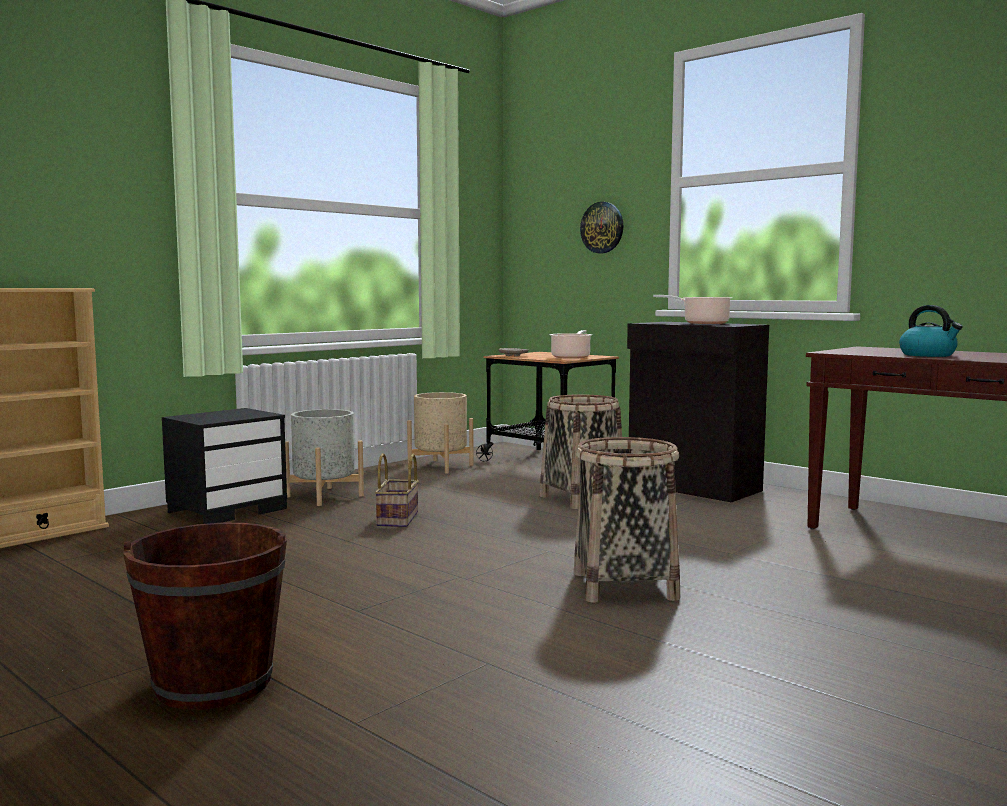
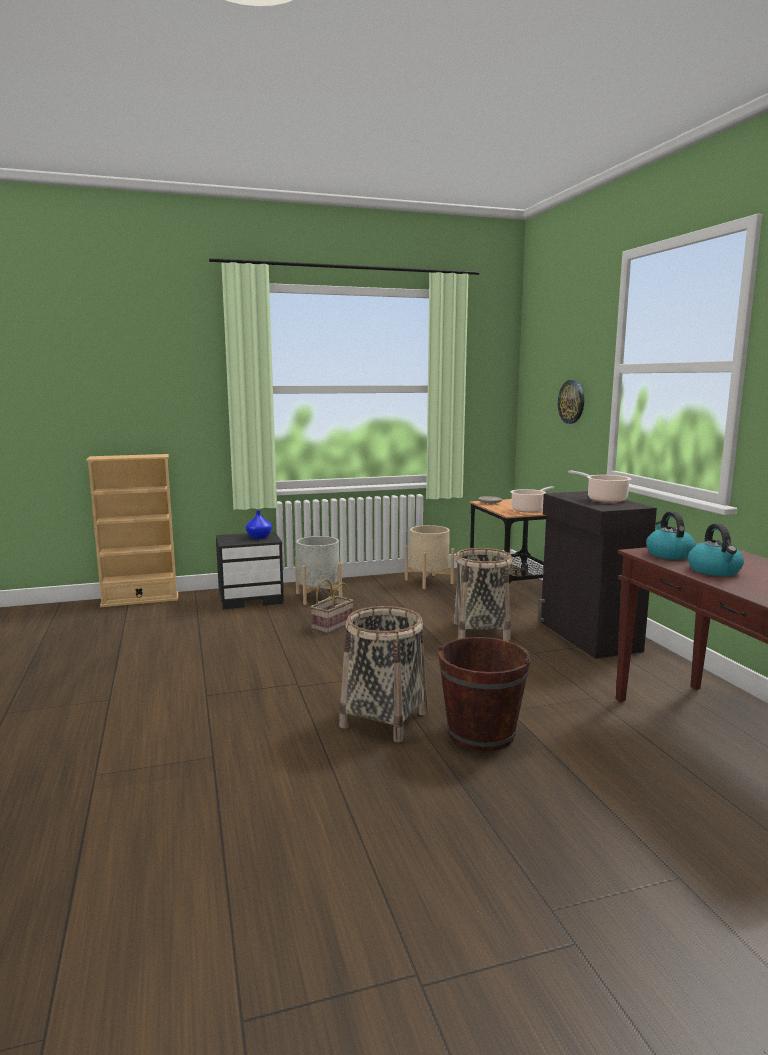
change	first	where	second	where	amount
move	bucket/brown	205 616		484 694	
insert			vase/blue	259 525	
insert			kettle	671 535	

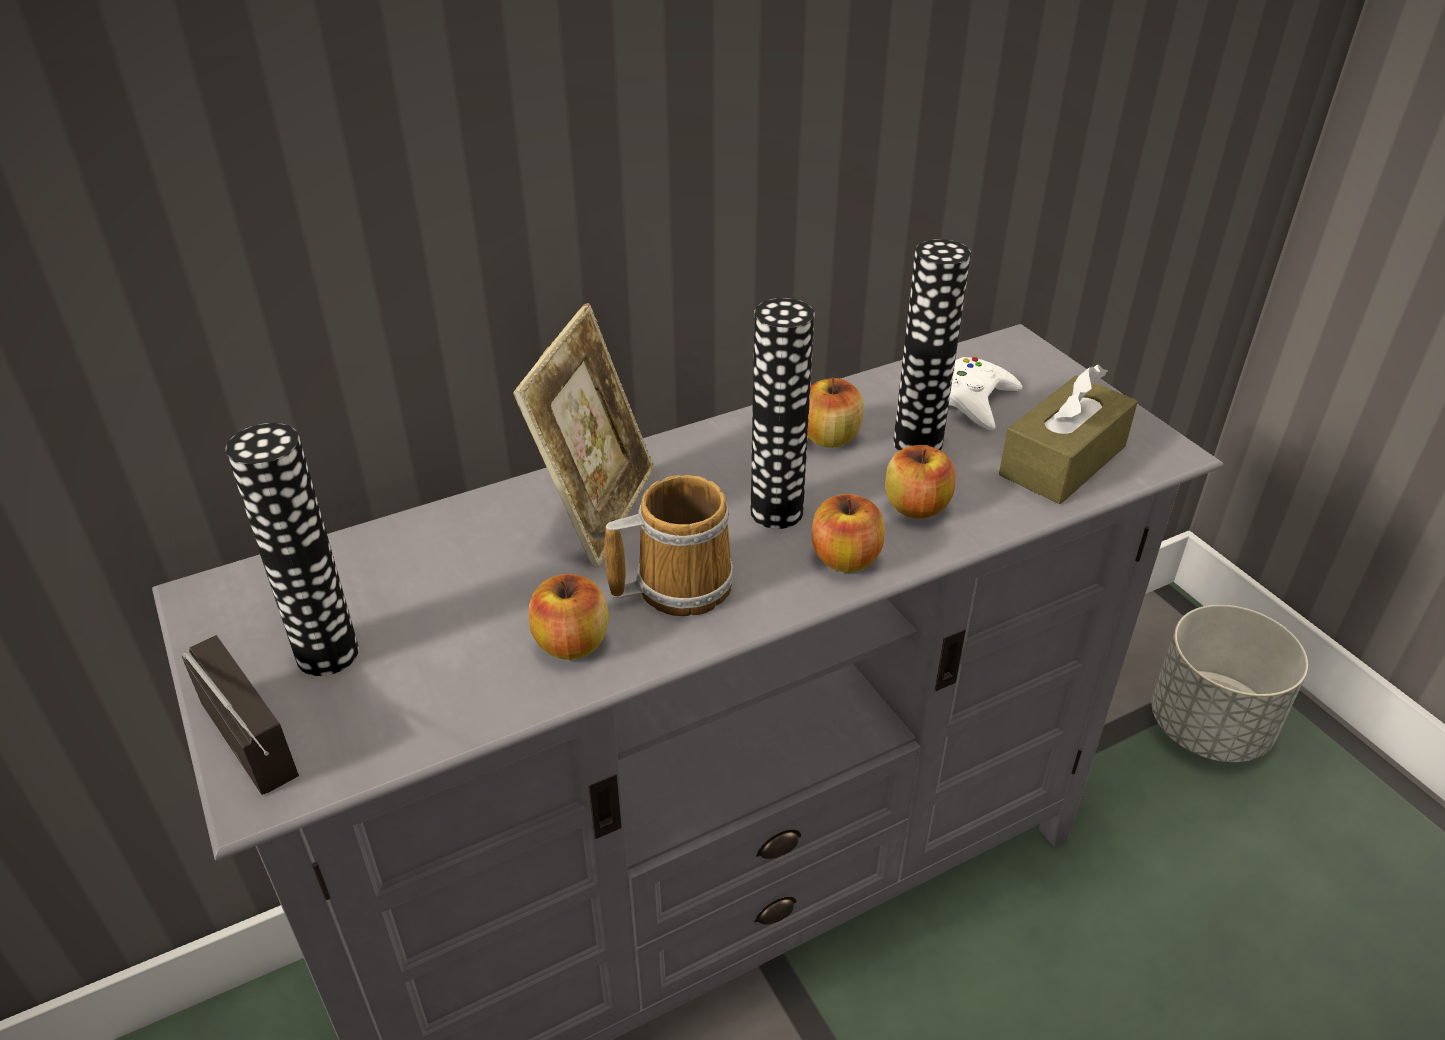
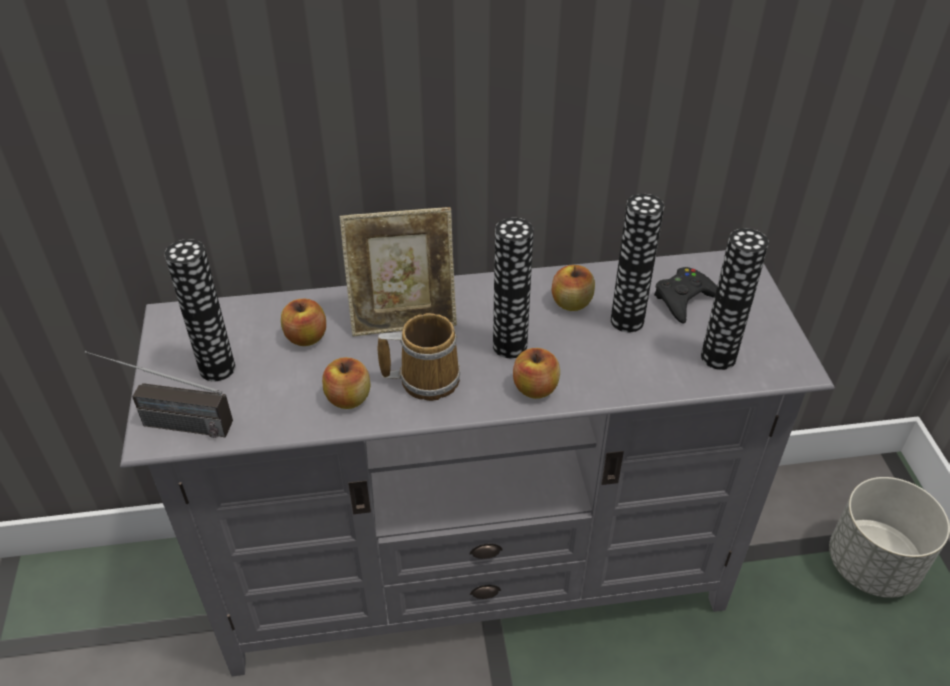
change	first	where	second	where	amount
rotate	radio	240 715		159 394	120 degrees clockwise
rotate	picture frame	583 435		398 271	45 degrees clockwise
move	apple	920 482		303 322	
recolor	game controller/white	985 393	game controller/black	685 295	
replace	tissue box/brown	1068 434	vase	735 299	

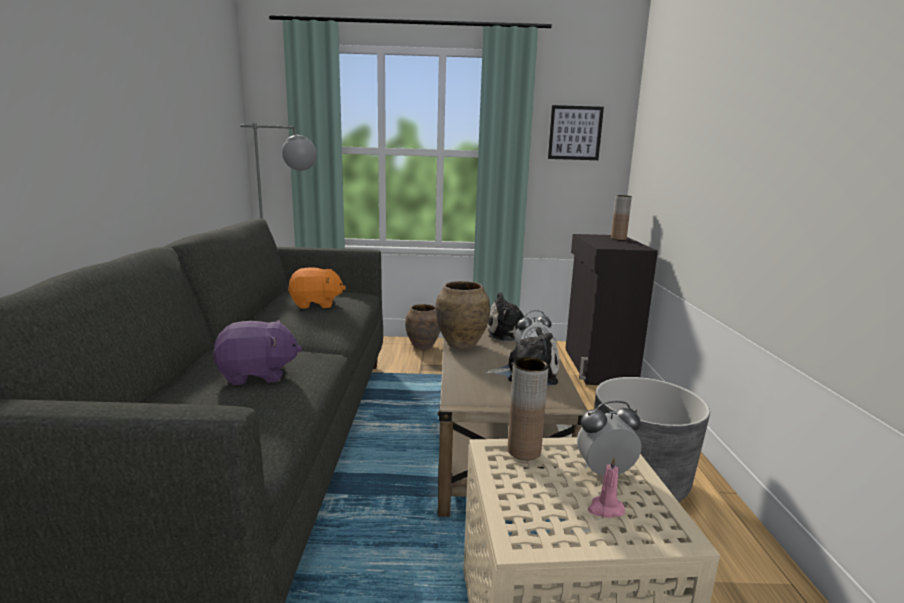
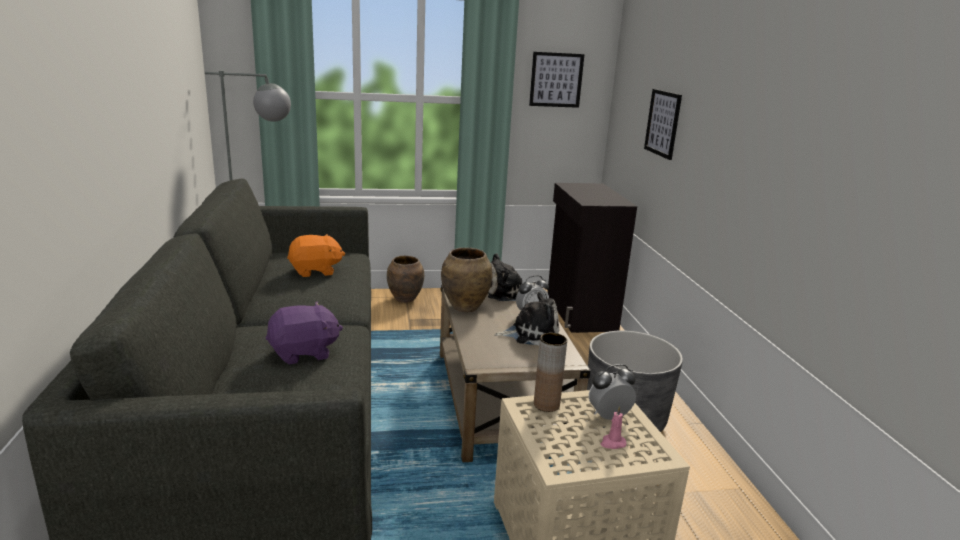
change	first	where	second	where	amount
delete	vase/brown	621 217			
insert			picture	663 124	

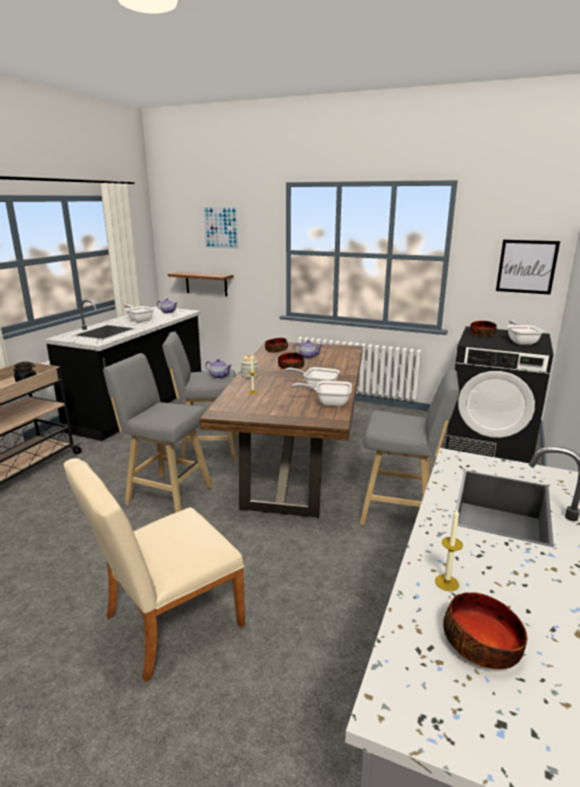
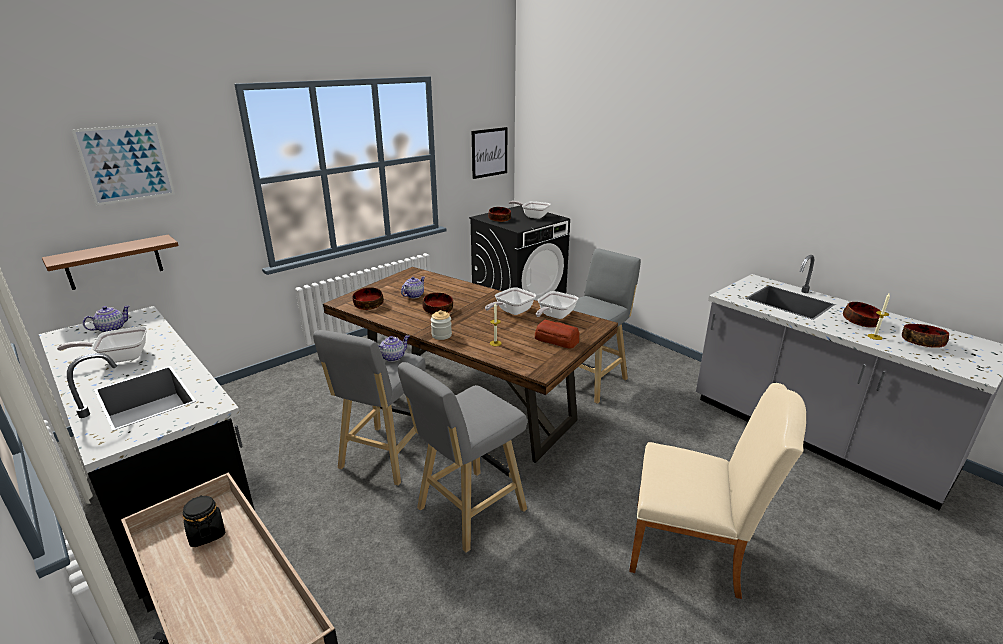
change	first	where	second	where	amount
rotate	chair/beige	154 570		717 491	60 degrees counterclockwise
insert			bread	557 334	
insert			bowl	862 315	

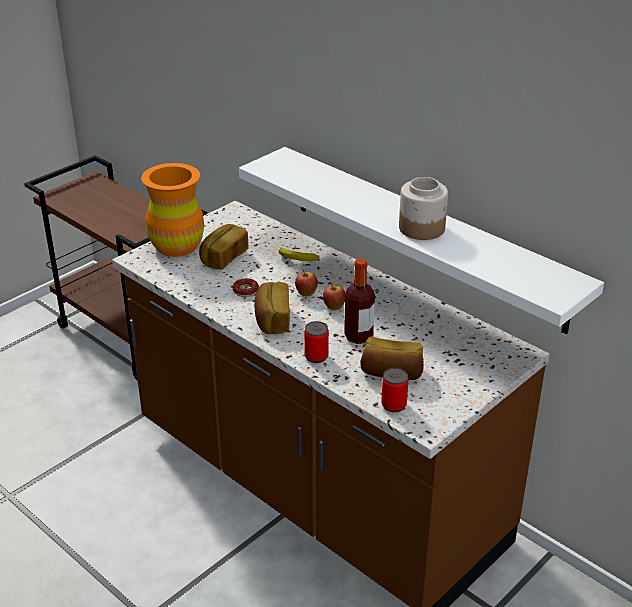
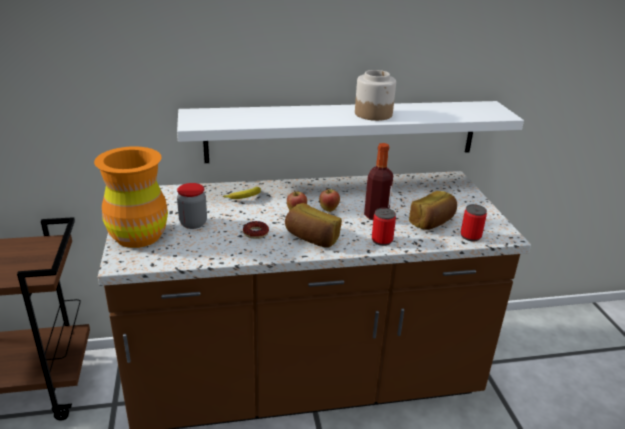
change	first	where	second	where	amount
replace	bread	224 247	jar	192 206	

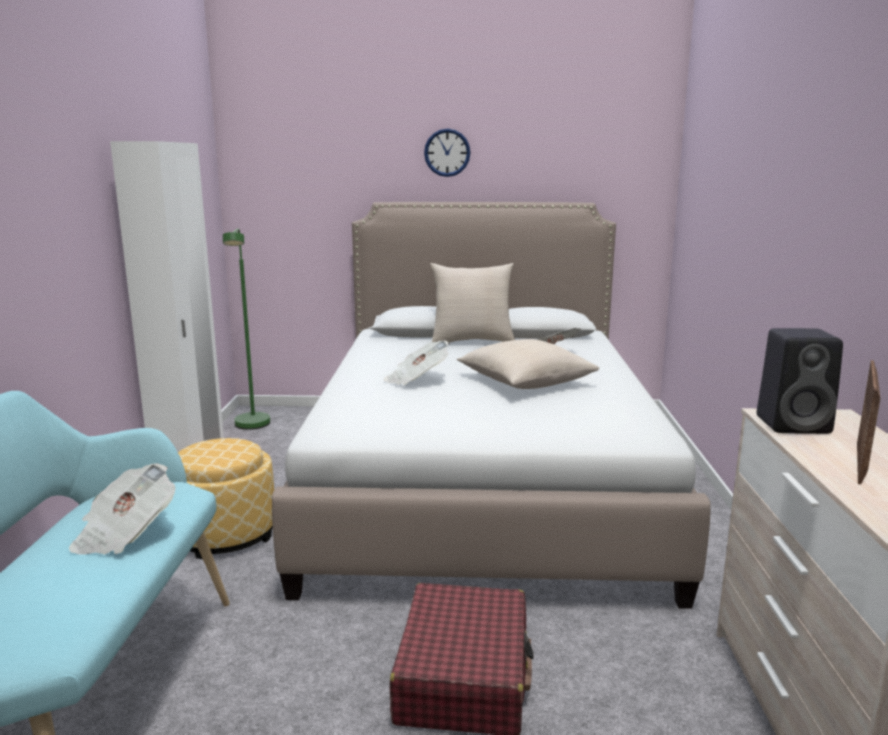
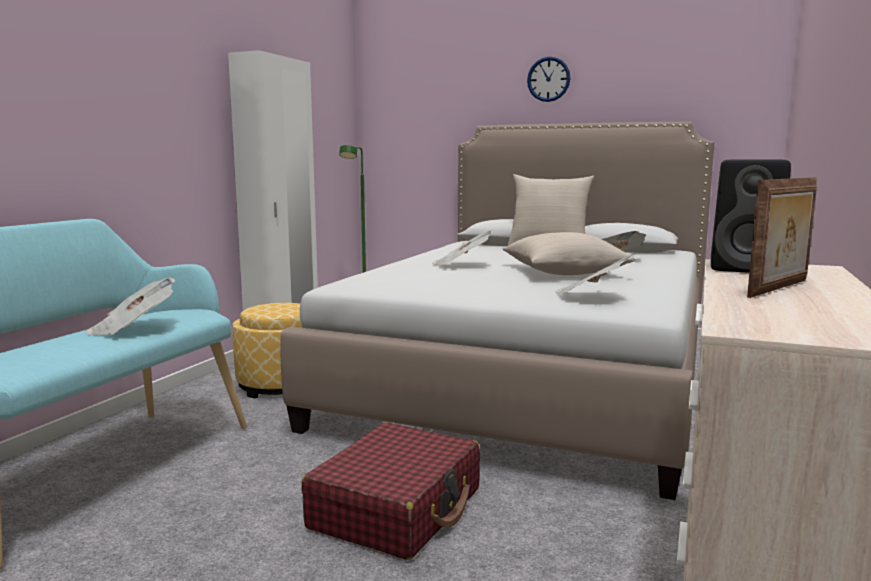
change	first	where	second	where	amount
insert			newspaper	594 275	

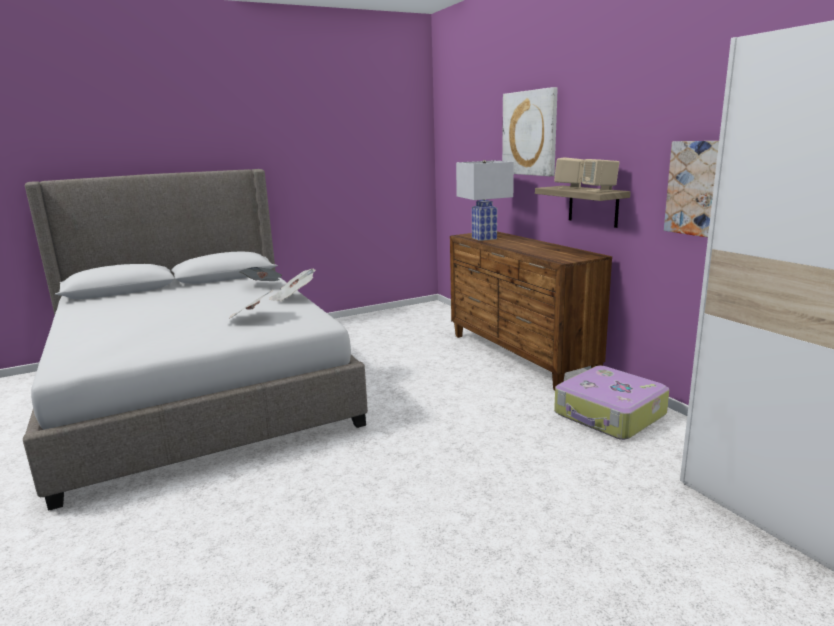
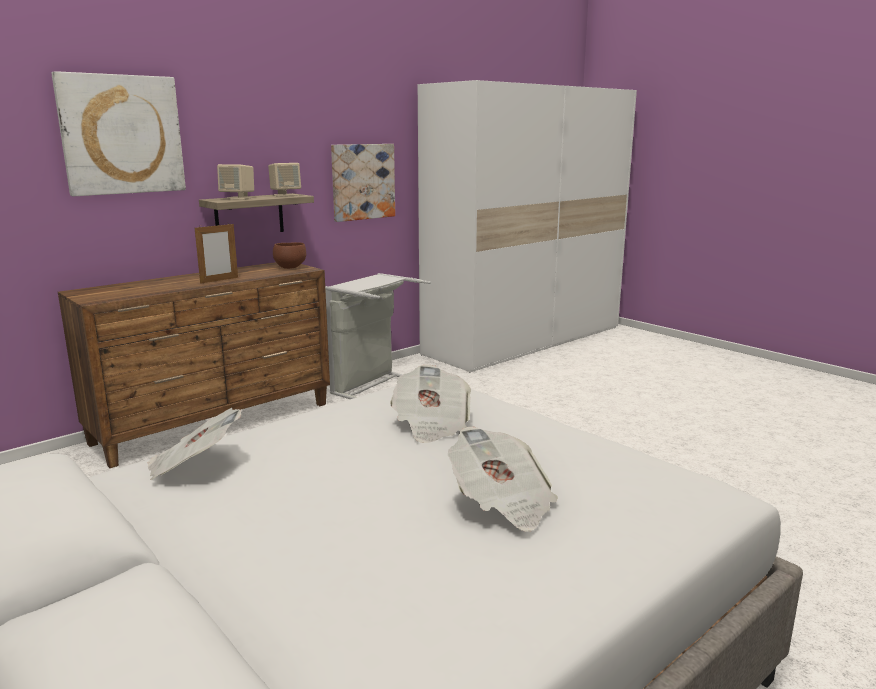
change	first	where	second	where	amount
move	newspaper	292 285		503 479	
delete	table lamp/white	485 200			
replace	suitcase	611 403	laundry basket/grey	378 336	
insert			picture frame	216 253	
insert			bowl/brown	289 255	

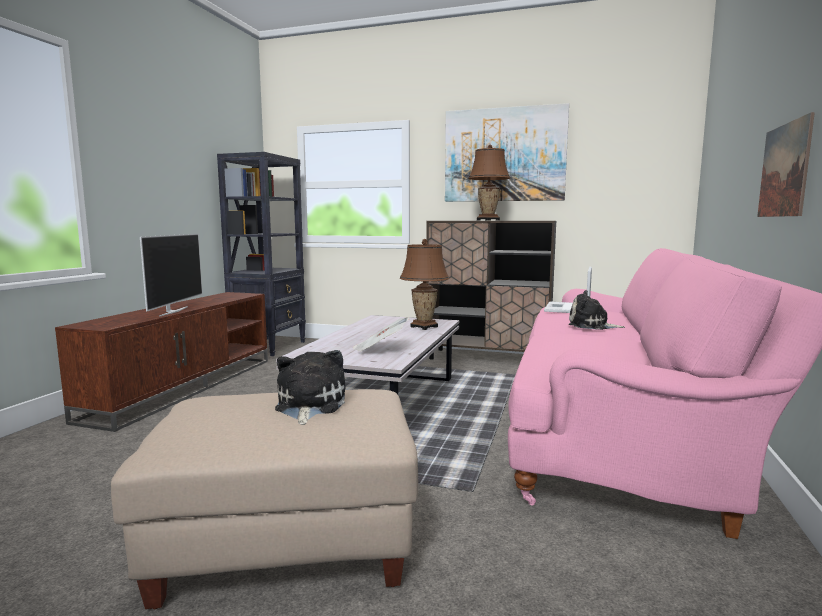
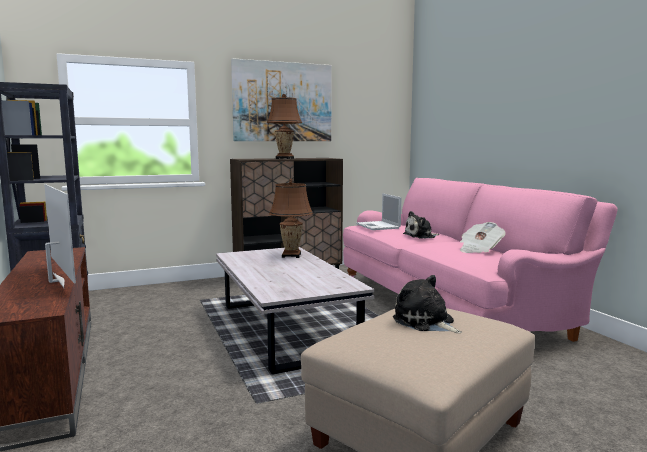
change	first	where	second	where	amount
move	newspaper	381 334		483 237	
delete	picture	786 164			

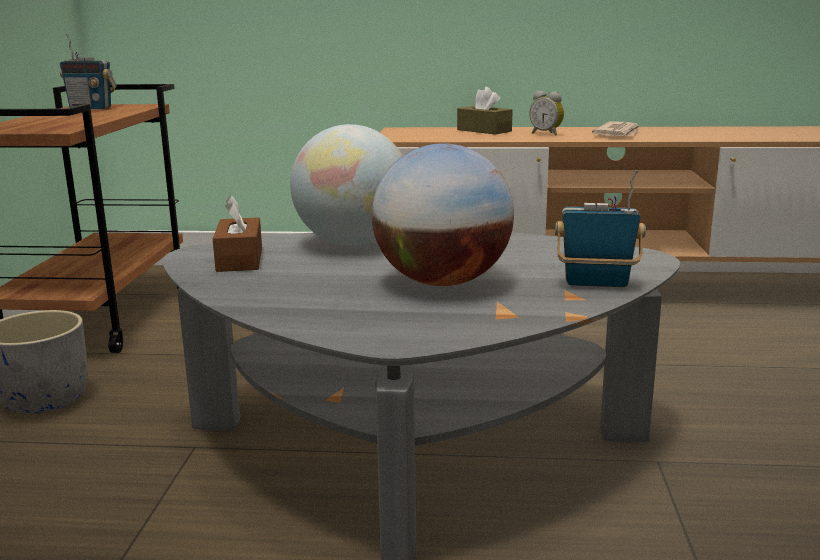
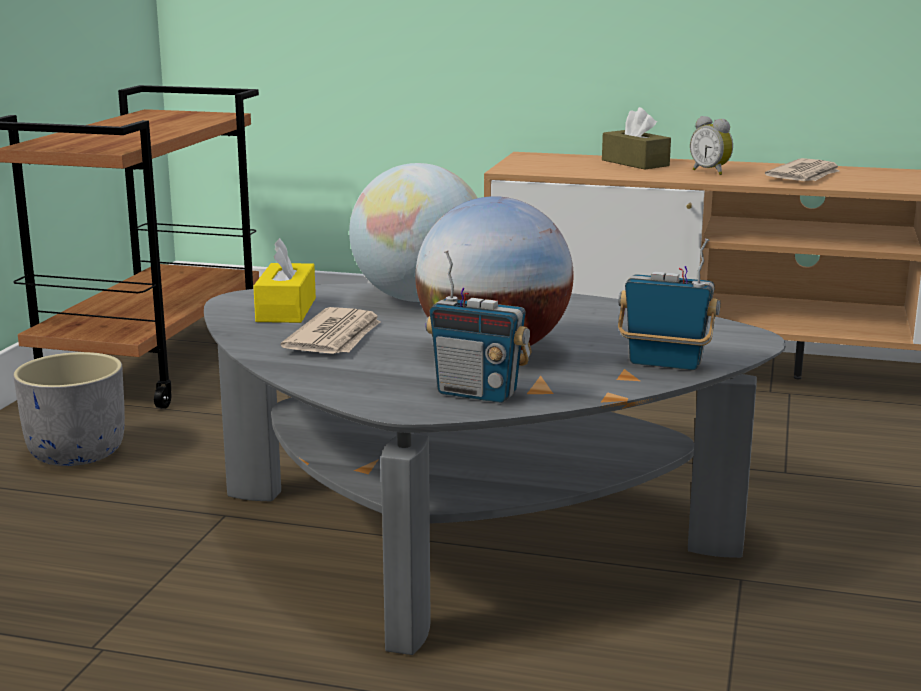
change	first	where	second	where	amount
move	radio	88 71		479 327	
recolor	tissue box/brown	237 233	tissue box/yellow	284 280	
insert			newspaper	330 330	

